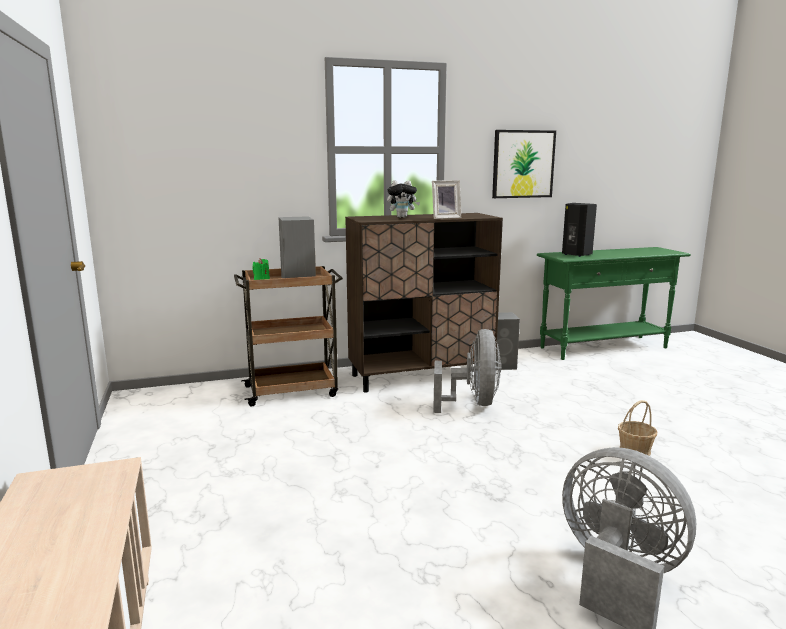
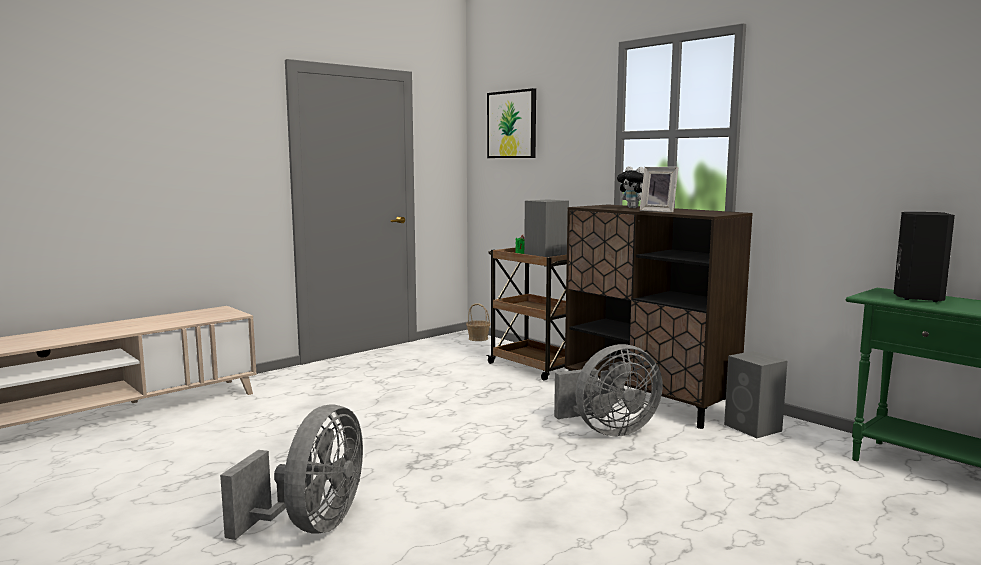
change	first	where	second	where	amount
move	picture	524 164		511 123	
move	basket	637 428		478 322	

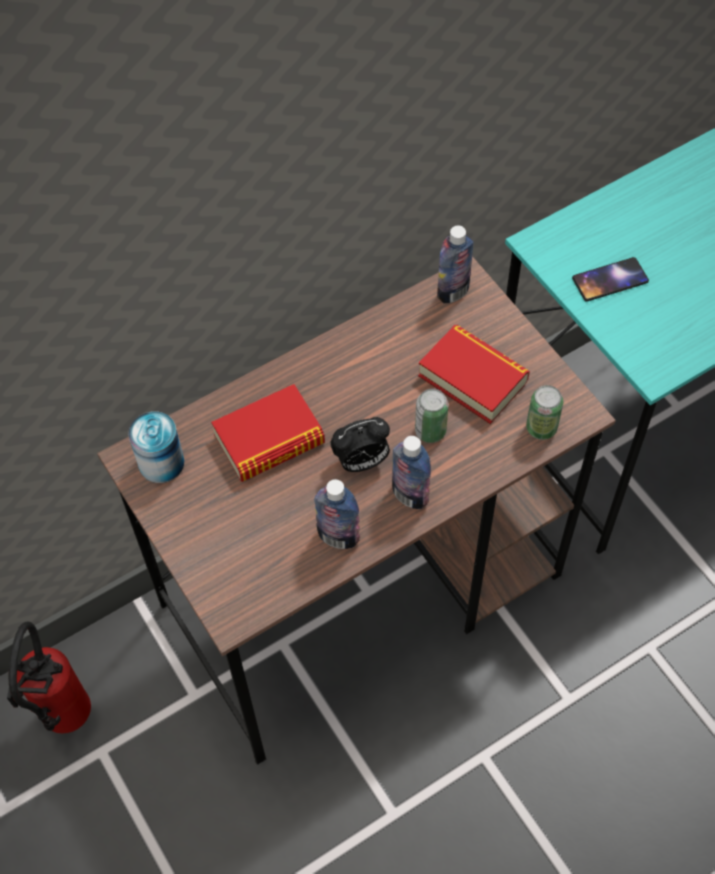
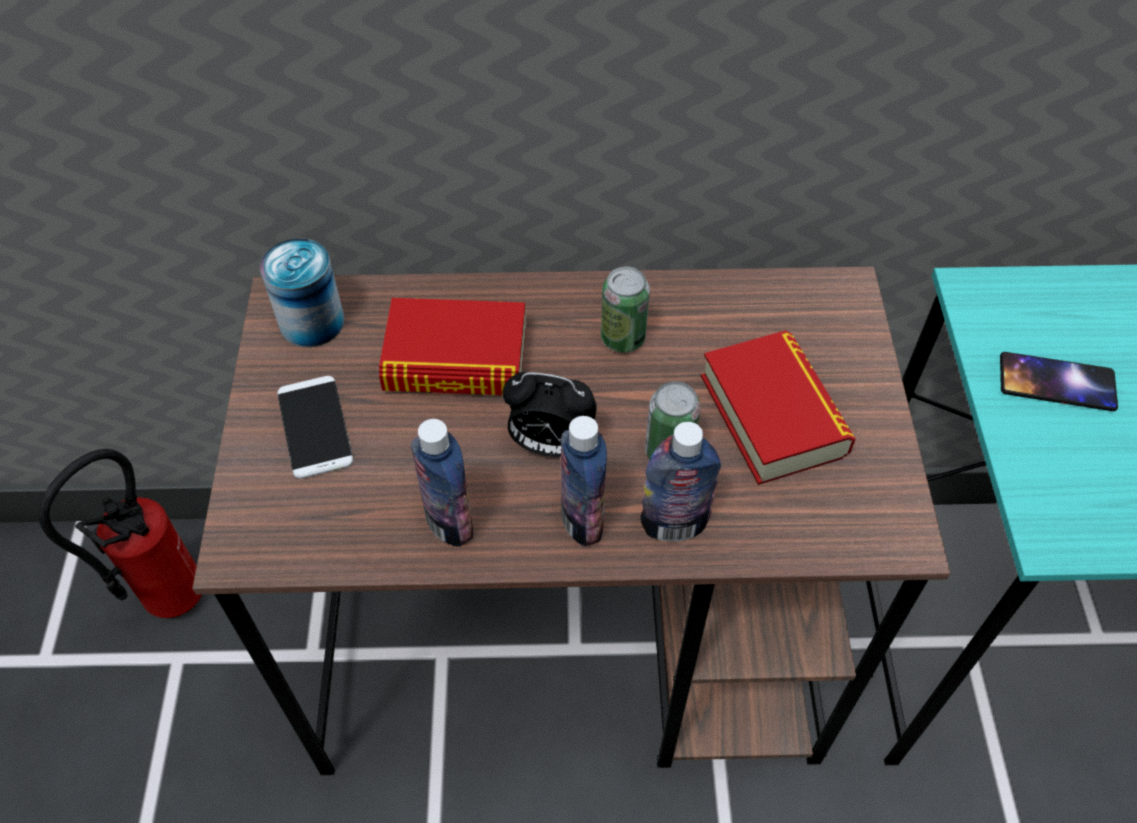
change	first	where	second	where	amount
move	bottle	455 265		680 482	
move	can	544 412		625 309	
insert			phone	315 427	

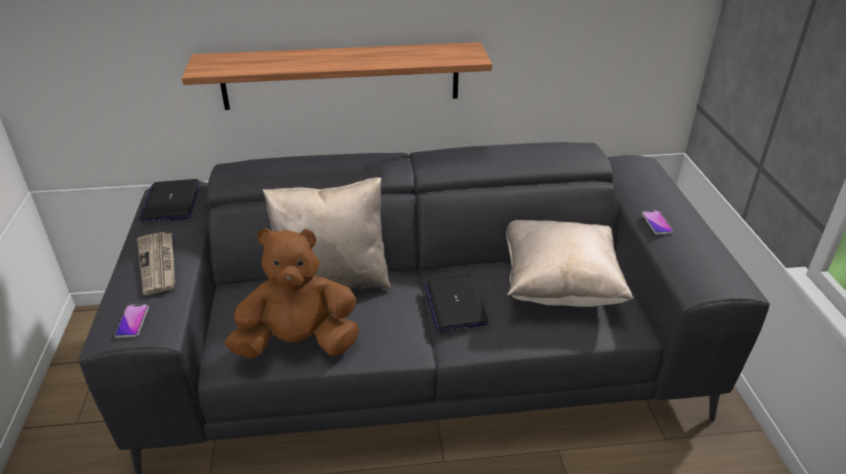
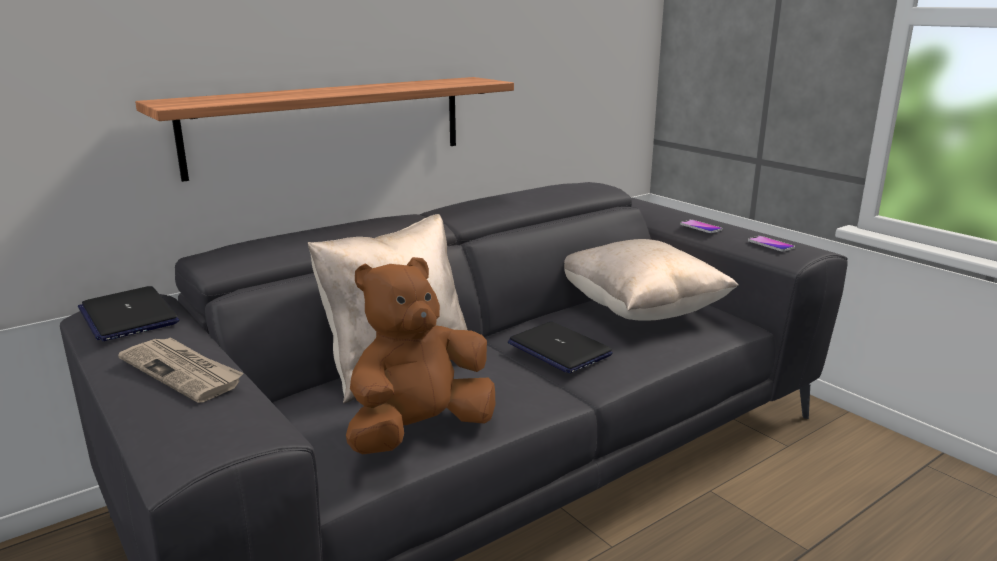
change	first	where	second	where	amount
move	phone	131 321		771 244	

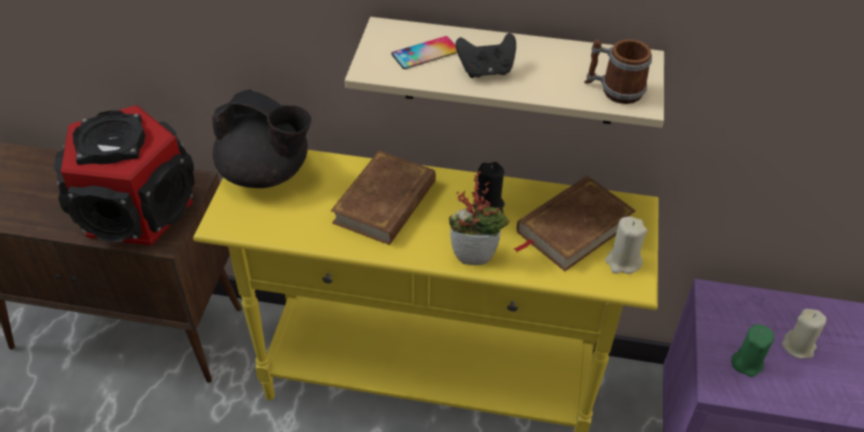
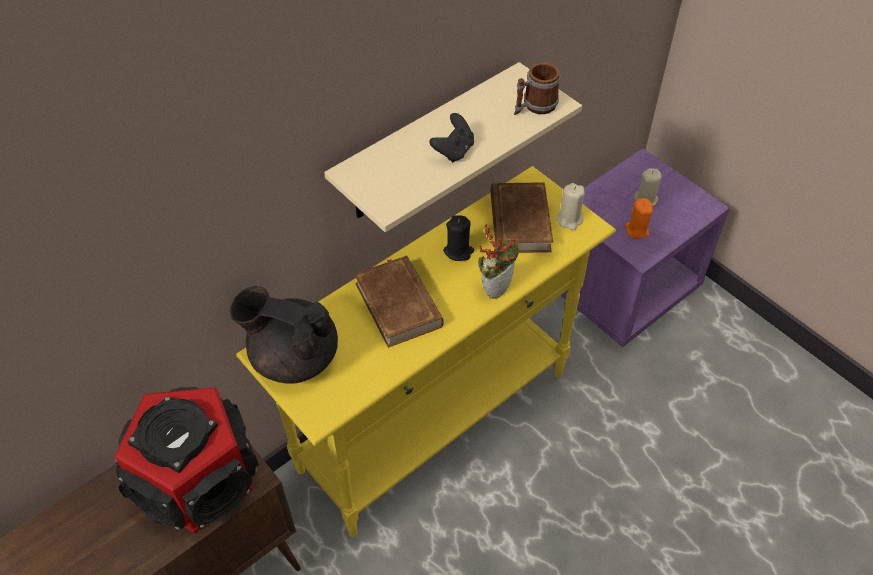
change	first	where	second	where	amount
rotate	teapot/black	261 138		284 335	135 degrees counterclockwise
delete	phone	424 52			
recolor	candle/green	752 350	candle/orange	639 218	

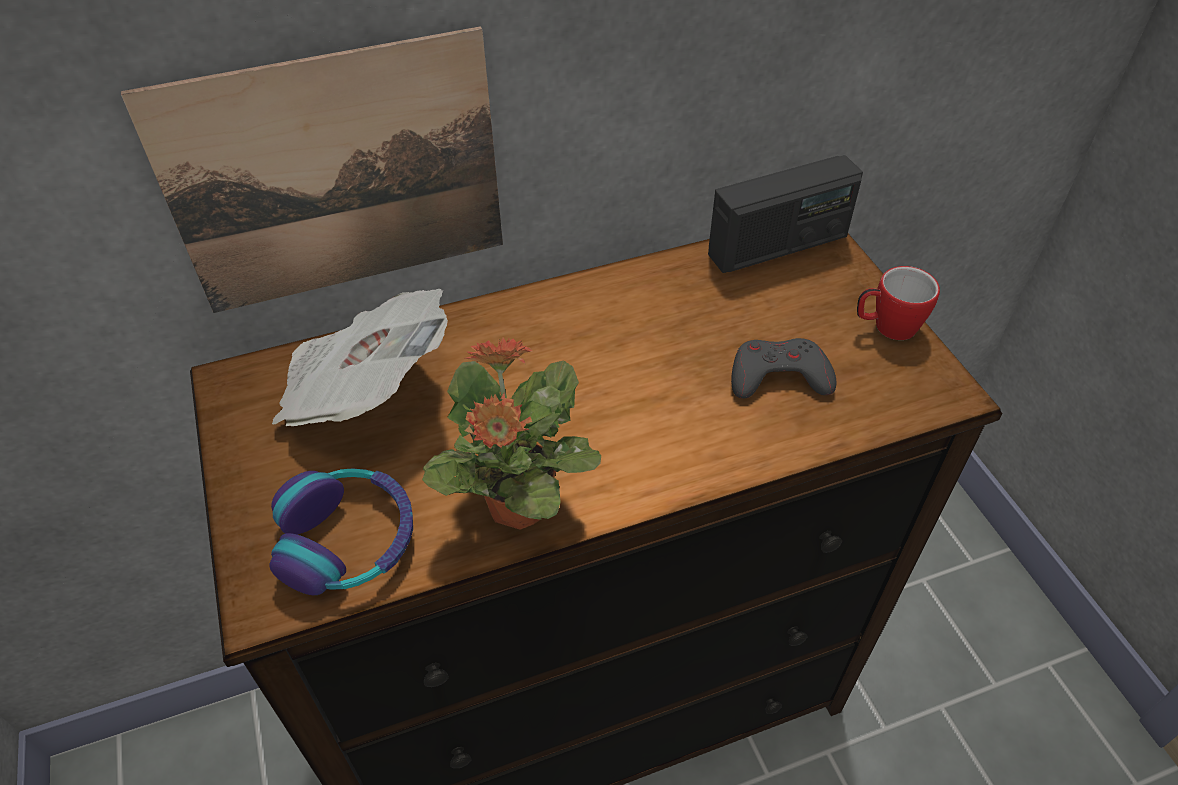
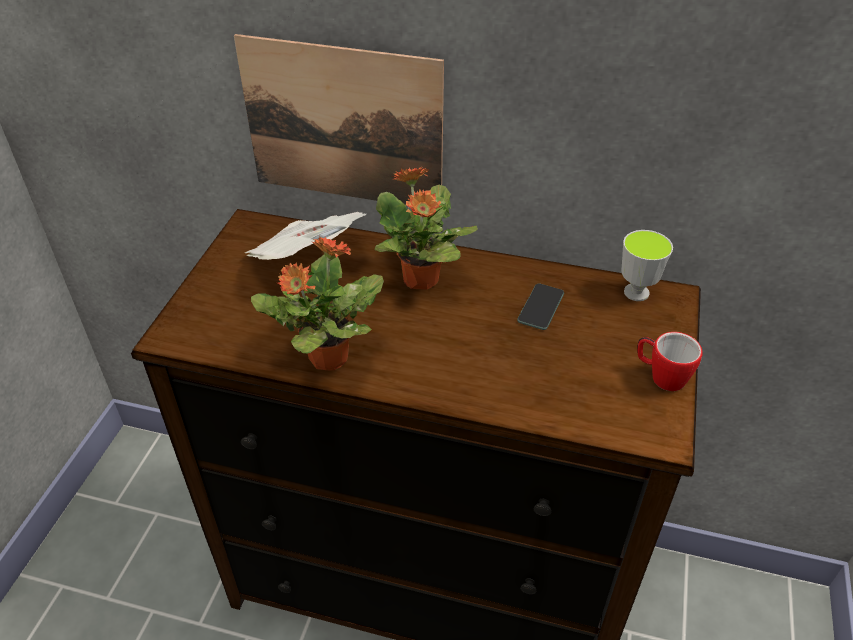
change	first	where	second	where	amount
delete	headphones	341 531			
replace	radio	785 214	cup	647 265	
delete	game controller/grey	783 368			
insert			potted plant	426 228	
insert			phone	540 306	

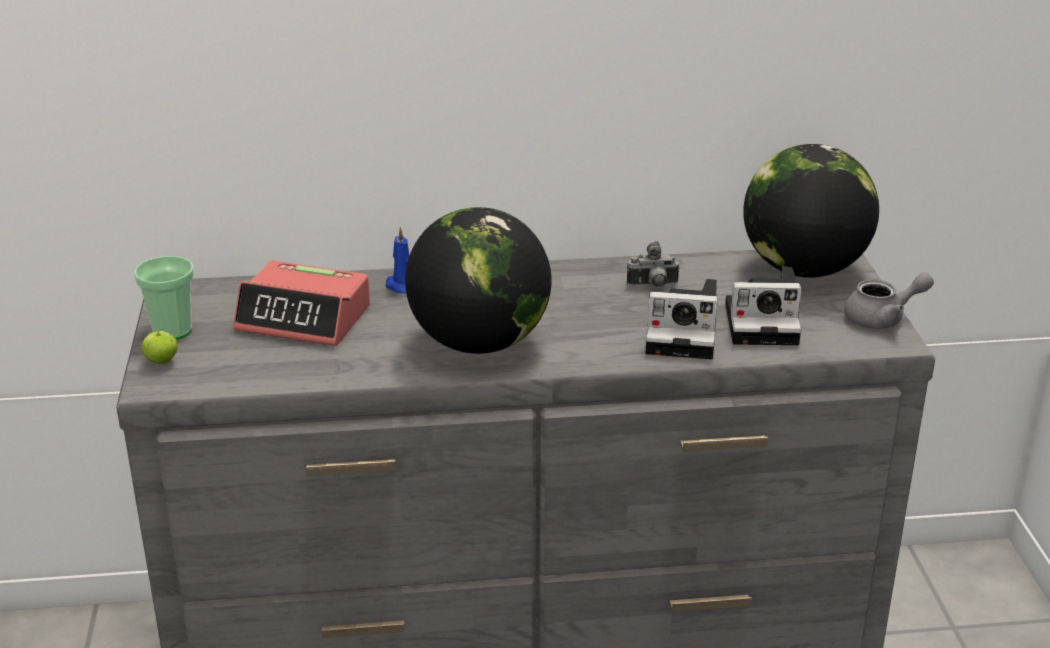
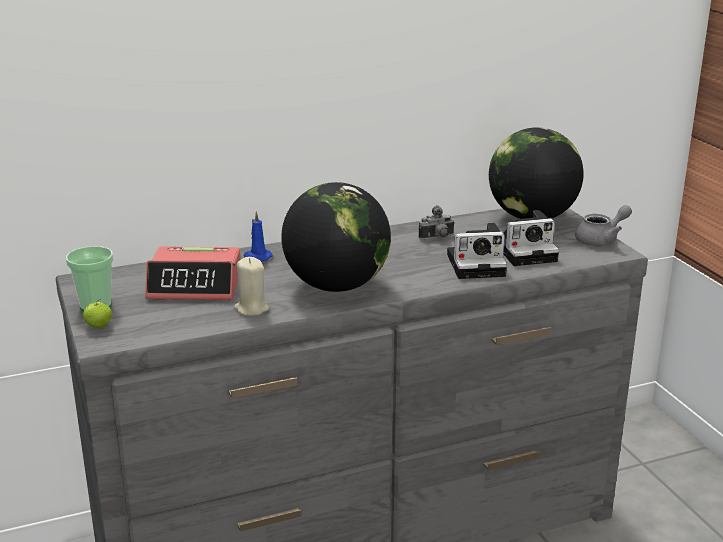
change	first	where	second	where	amount
insert			candle/beige	251 286	

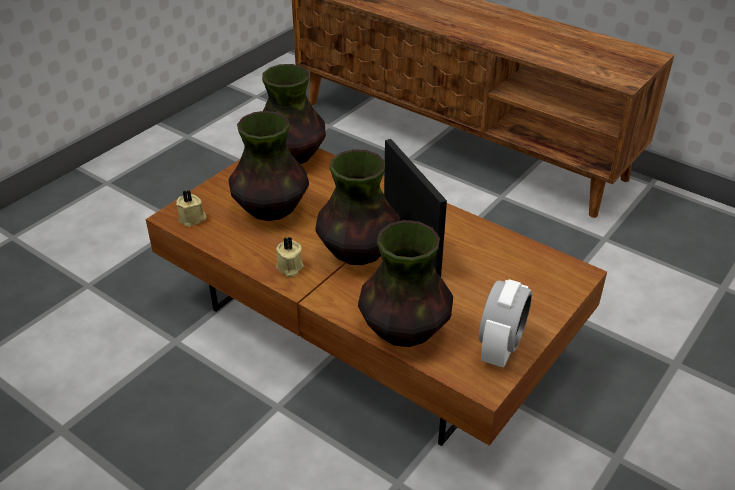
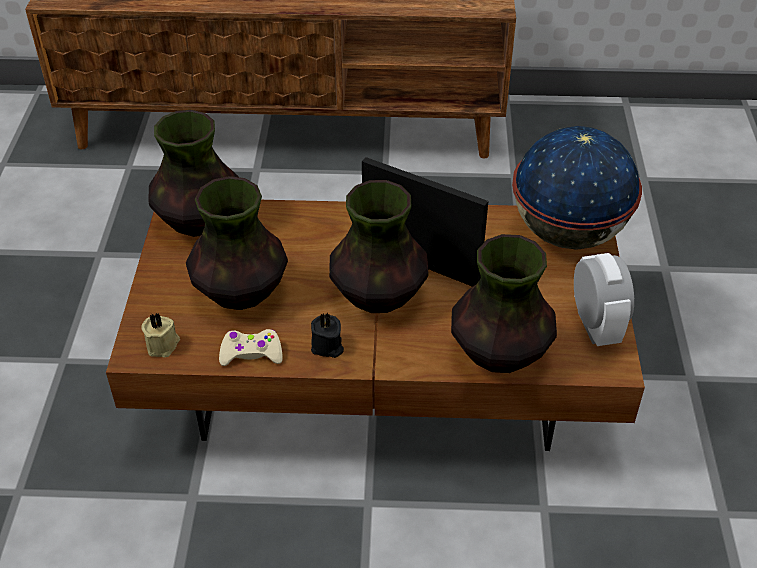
change	first	where	second	where	amount
recolor	candle/beige	290 256	candle/black	327 335	
insert			game controller/beige	251 347	
insert			globe	577 188	

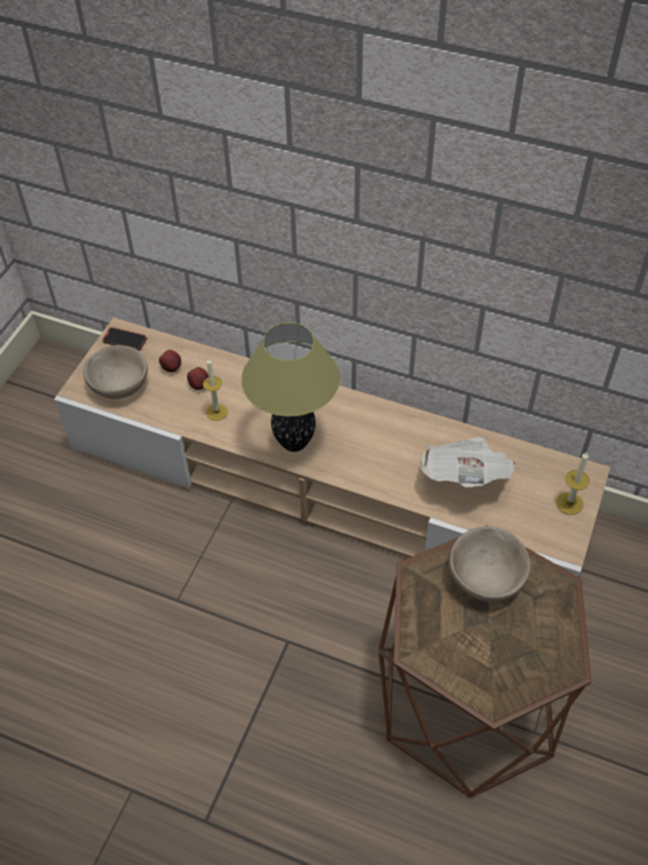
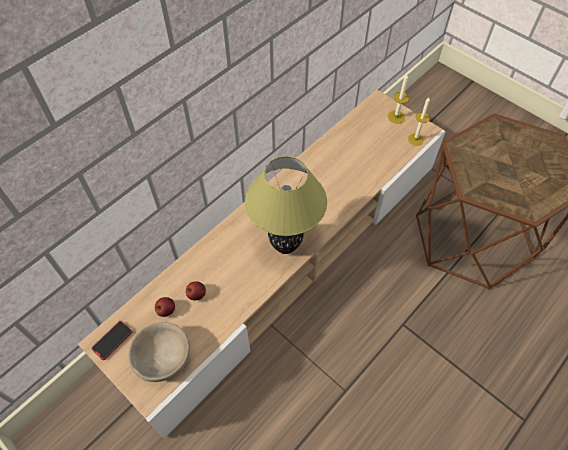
change	first	where	second	where	amount
move	candle	215 389		419 121	
delete	newspaper	468 462			
delete	bowl/beige	490 564			

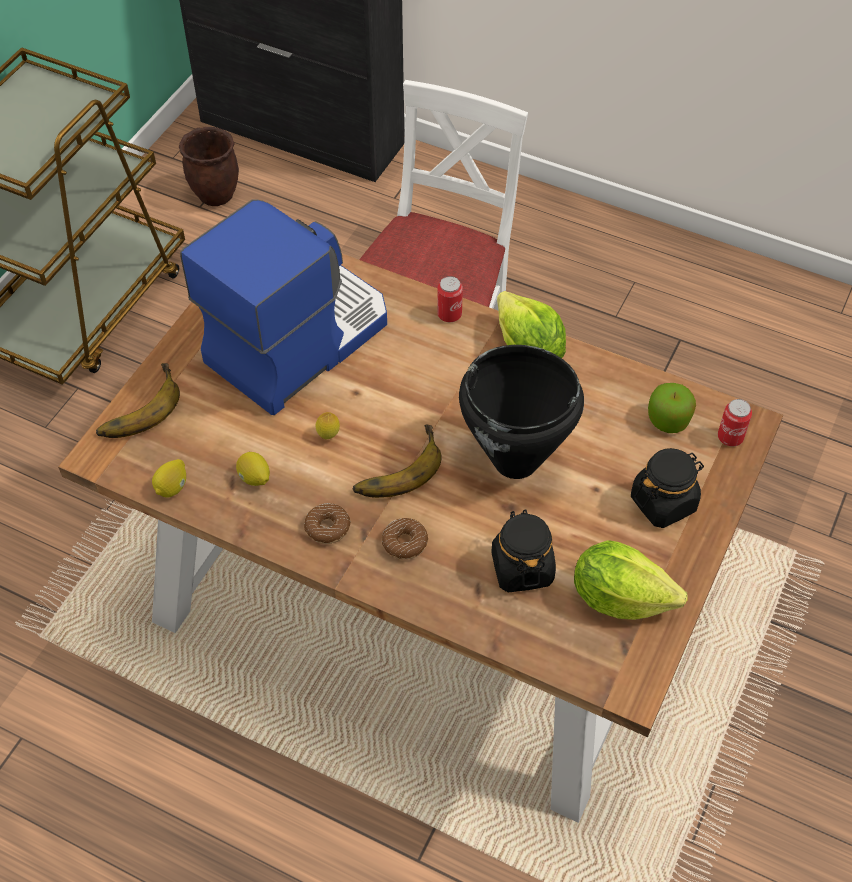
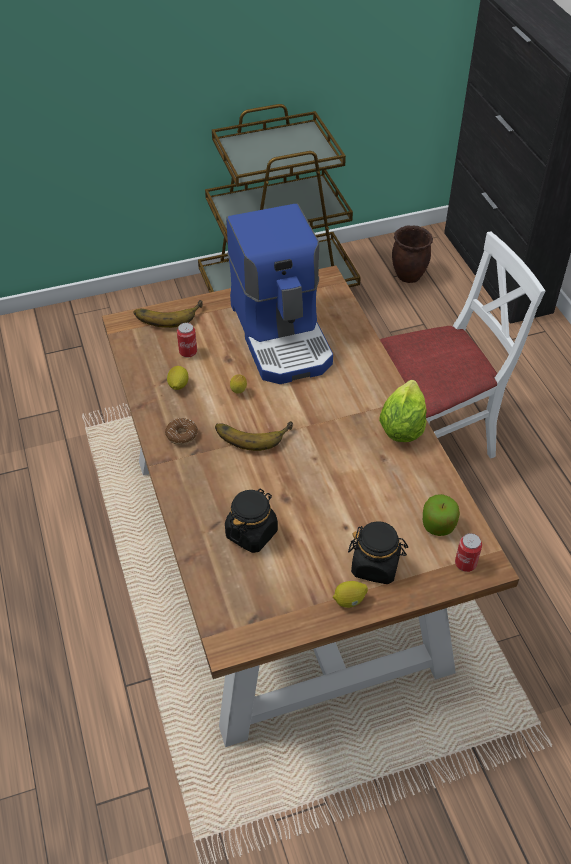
change	first	where	second	where	amount
move	lemon	169 478		350 594	
rotate	coffee machine	283 307		279 293	75 degrees clockwise
delete	donut	405 539			
move	can	450 299		187 340	
delete	cooking pot/black	521 412			
delete	lettuce	631 580			

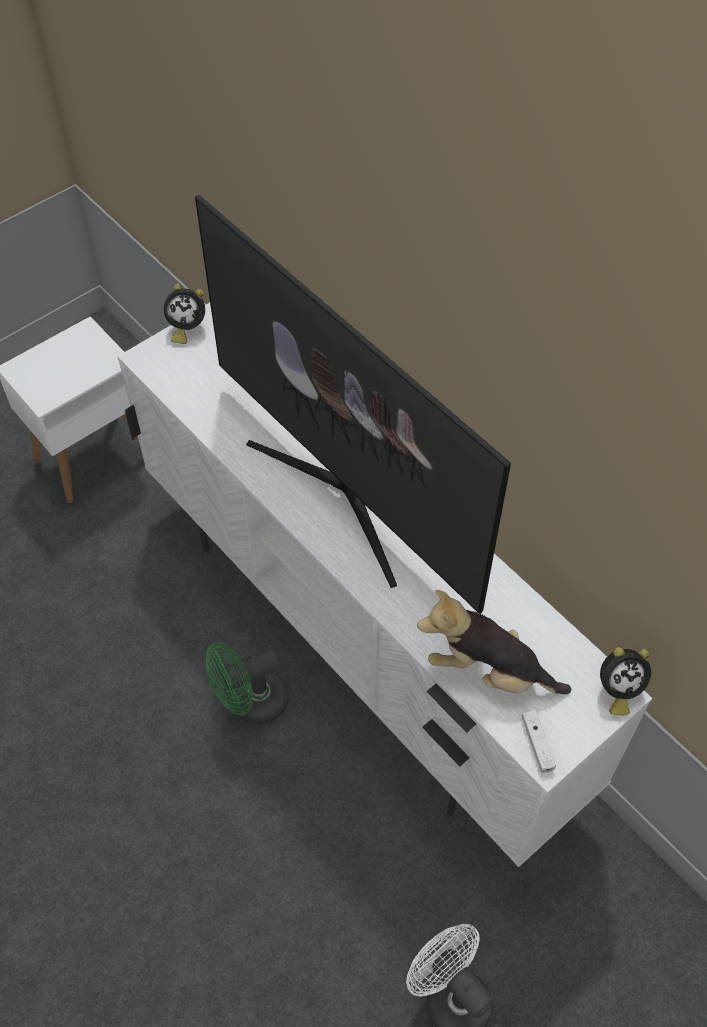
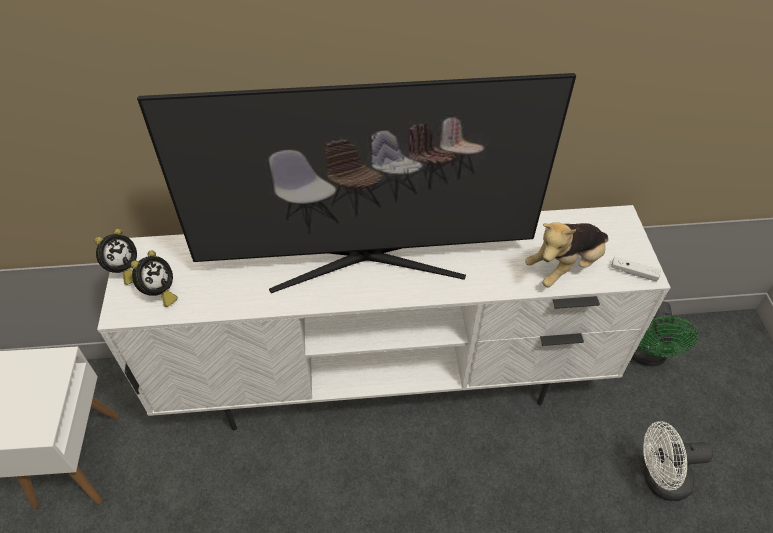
change	first	where	second	where	amount
move	fan/green	247 683		665 333	
move	alarm clock	625 681		154 278	

